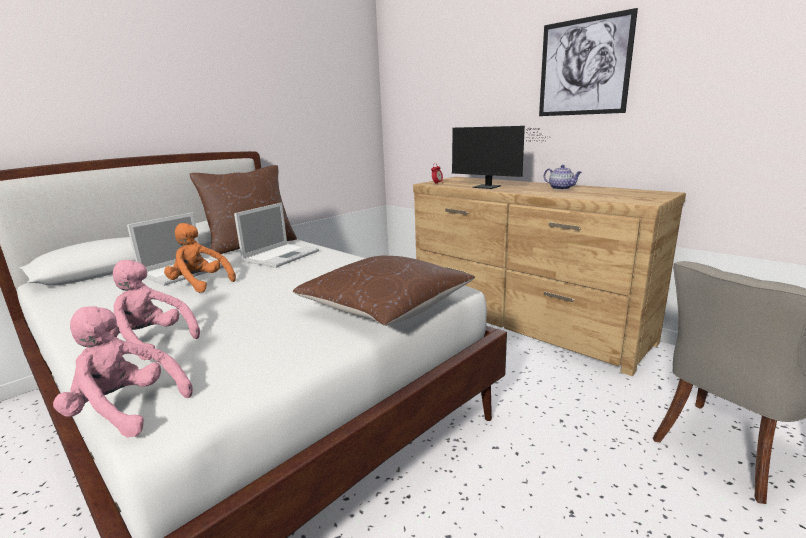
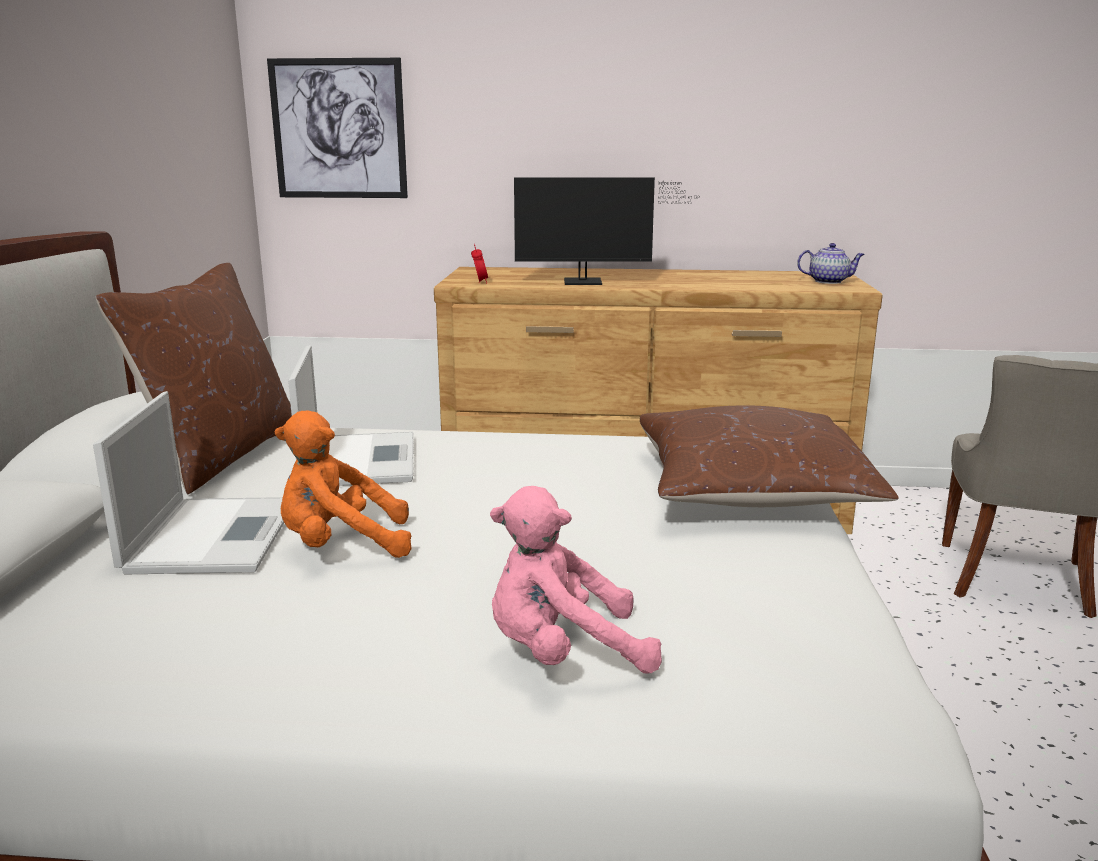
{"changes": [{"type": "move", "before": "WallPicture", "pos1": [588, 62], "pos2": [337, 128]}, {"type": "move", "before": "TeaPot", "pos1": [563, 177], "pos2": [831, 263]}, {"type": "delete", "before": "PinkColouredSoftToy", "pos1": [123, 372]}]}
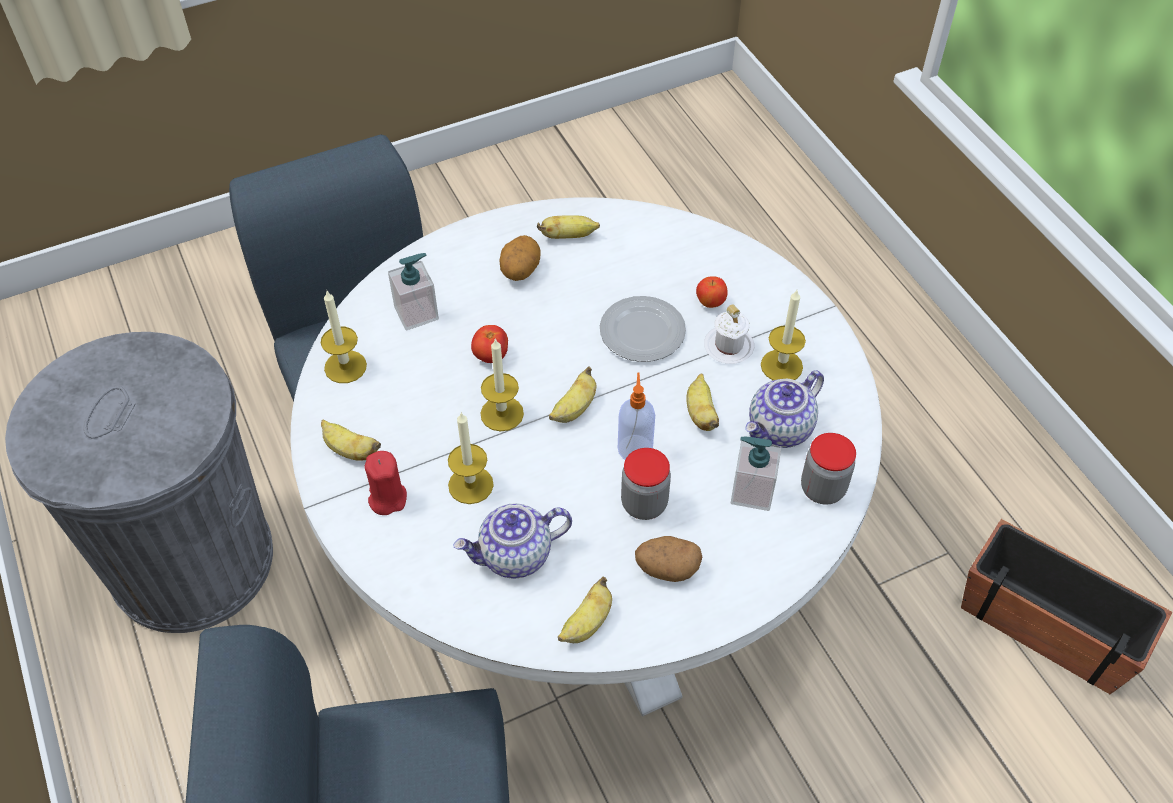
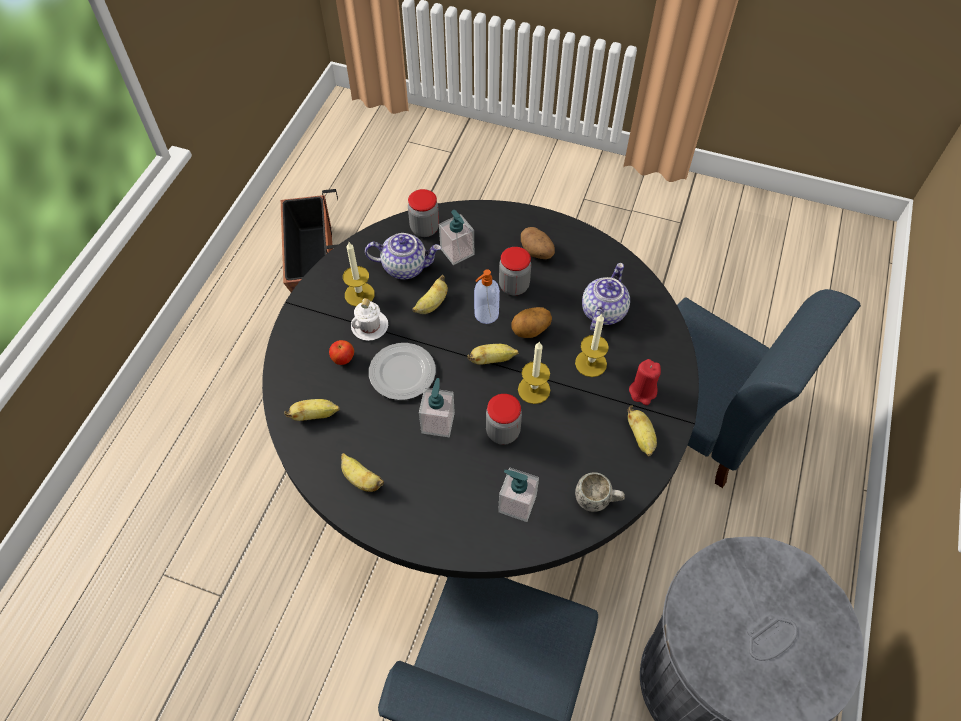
{"changes": [{"type": "recolor", "before": "WhiteColouredDiningTable", "after": "BlackColouredDiningTable", "pos1": [586, 457], "pos2": [480, 389]}, {"type": "move", "before": "Banana", "pos1": [585, 610], "pos2": [312, 410]}, {"type": "insert", "after": "SoapBottle", "pos2": [437, 407]}, {"type": "replace", "before": "Tomato", "after": "StorageJar", "pos1": [489, 344], "pos2": [504, 419]}, {"type": "move", "before": "WholePotato", "pos1": [520, 258], "pos2": [531, 322]}, {"type": "replace", "before": "Candle", "after": "WhiteColouredTeaMug", "pos1": [344, 337], "pos2": [600, 492]}, {"type": "rotate", "before": "TeaPot", "pos1": [512, 541], "pos2": [606, 297], "turn": -90}]}
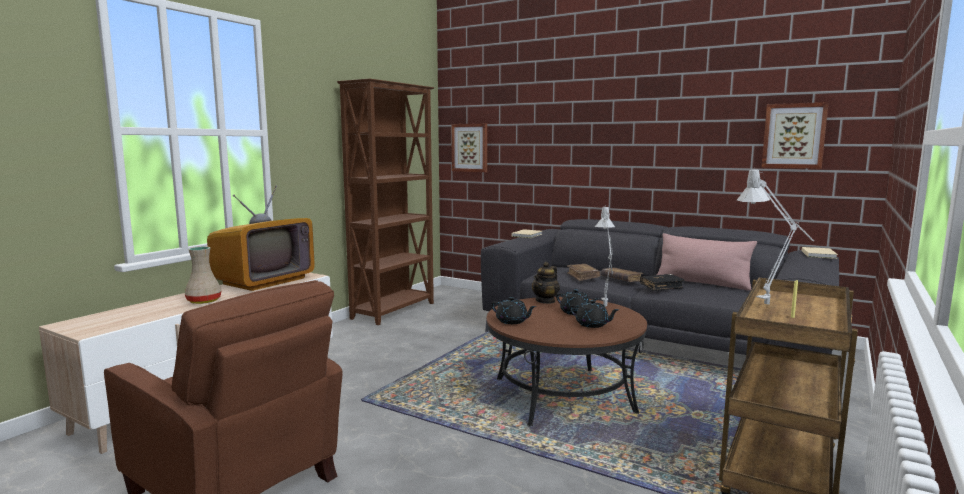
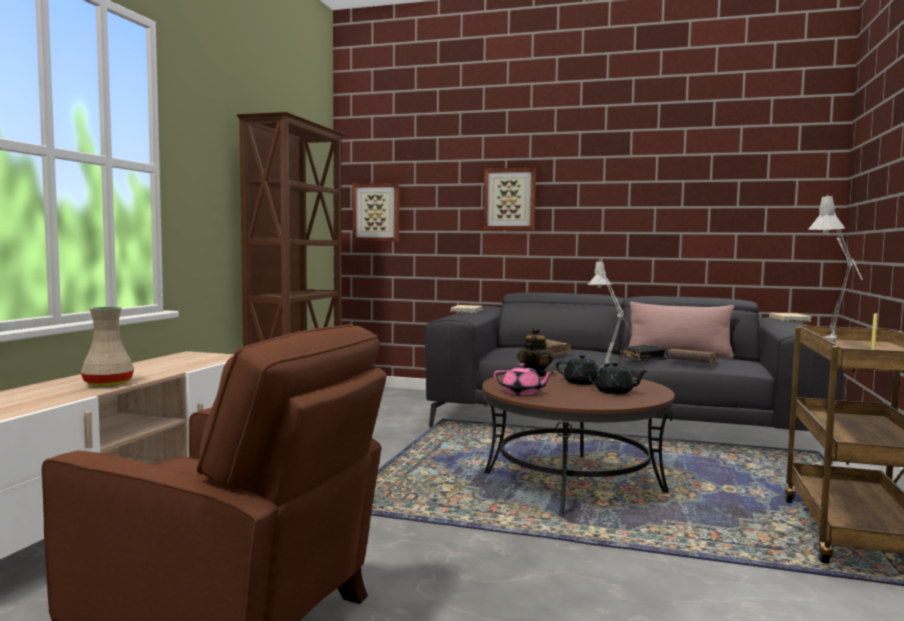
{"changes": [{"type": "move", "before": "WallPicture", "pos1": [795, 135], "pos2": [509, 199]}, {"type": "recolor", "before": "BlackColouredTeaPot", "after": "PinkColouredTeaPot", "pos1": [513, 310], "pos2": [523, 379]}, {"type": "move", "before": "BrownishBoundBook", "pos1": [622, 275], "pos2": [692, 356]}, {"type": "delete", "before": "Tv", "pos1": [261, 238]}]}
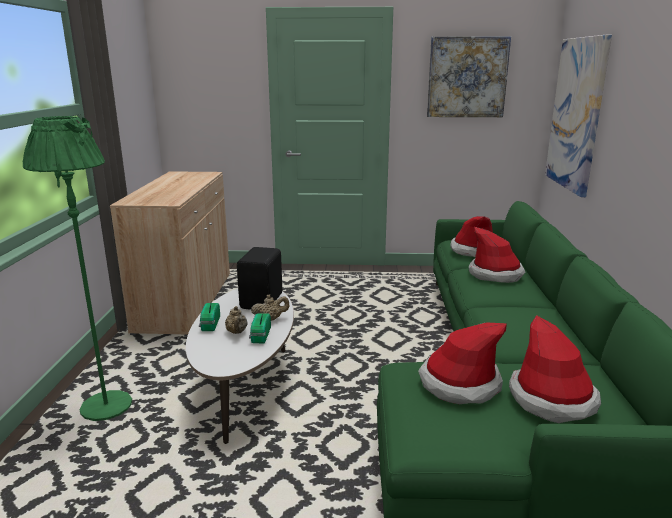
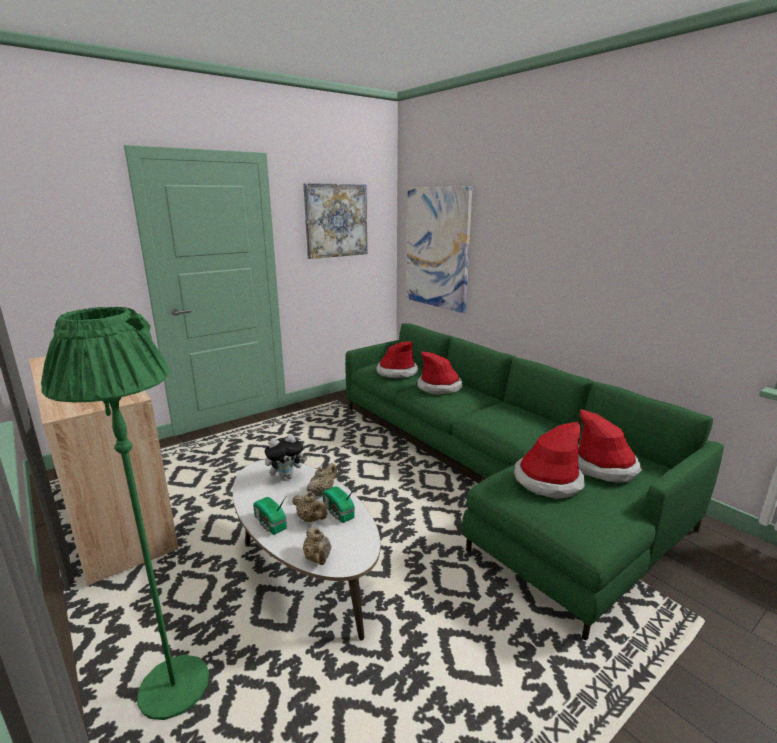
{"changes": [{"type": "replace", "before": "BlackColouredSpeaker", "after": "SoftToy", "pos1": [259, 278], "pos2": [286, 457]}, {"type": "insert", "after": "BeigeColouredTeaPot", "pos2": [317, 546]}]}
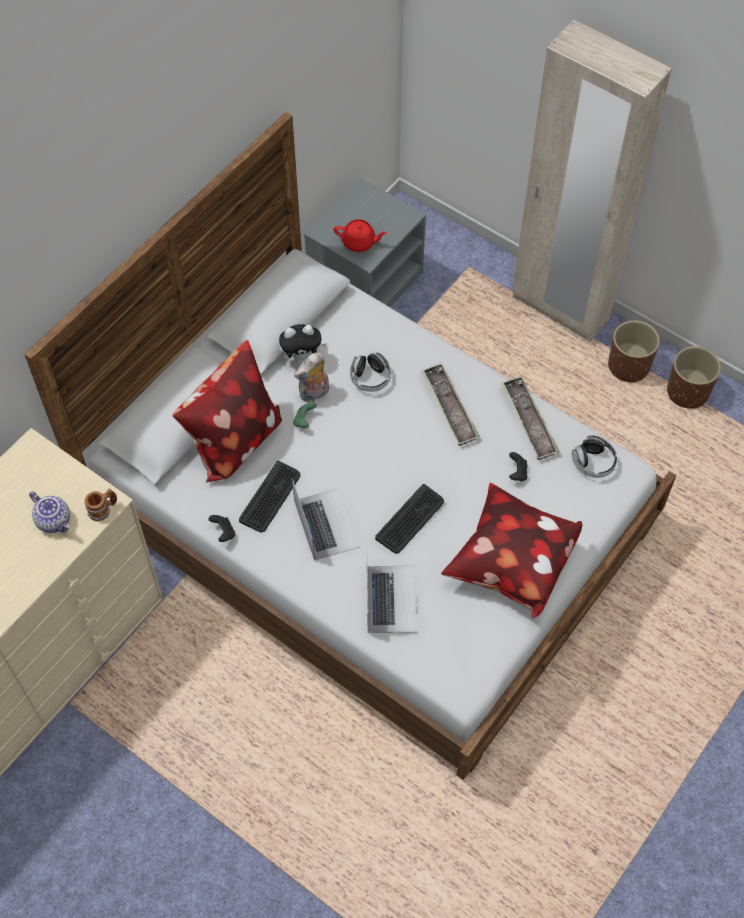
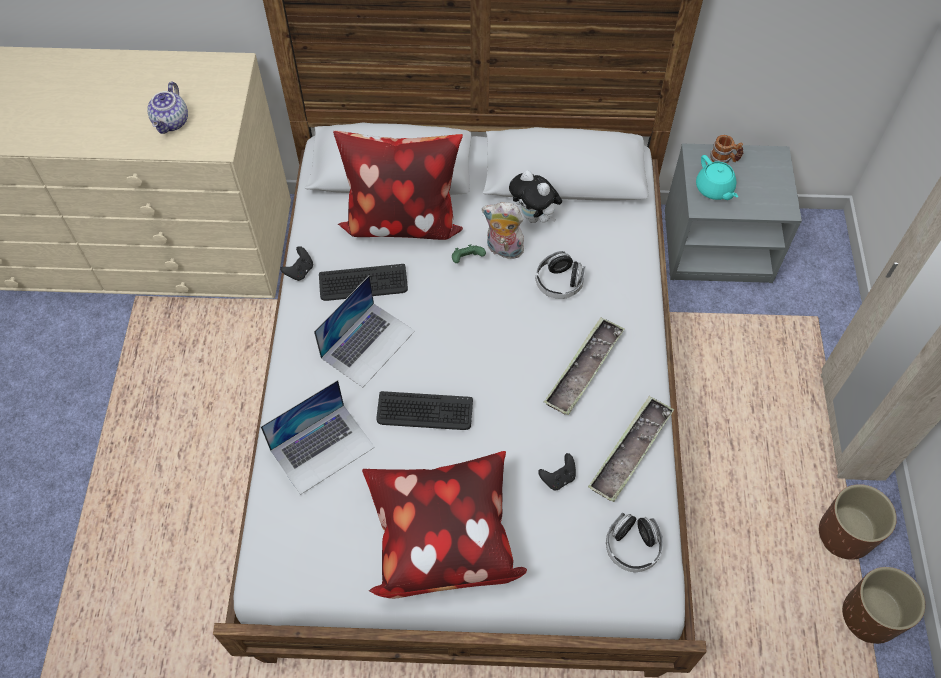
{"changes": [{"type": "recolor", "before": "RedColouredTeaPot", "after": "BlueGreenTeaPot", "pos1": [360, 235], "pos2": [717, 177]}, {"type": "move", "before": "TeaMug", "pos1": [101, 505], "pos2": [726, 149]}]}
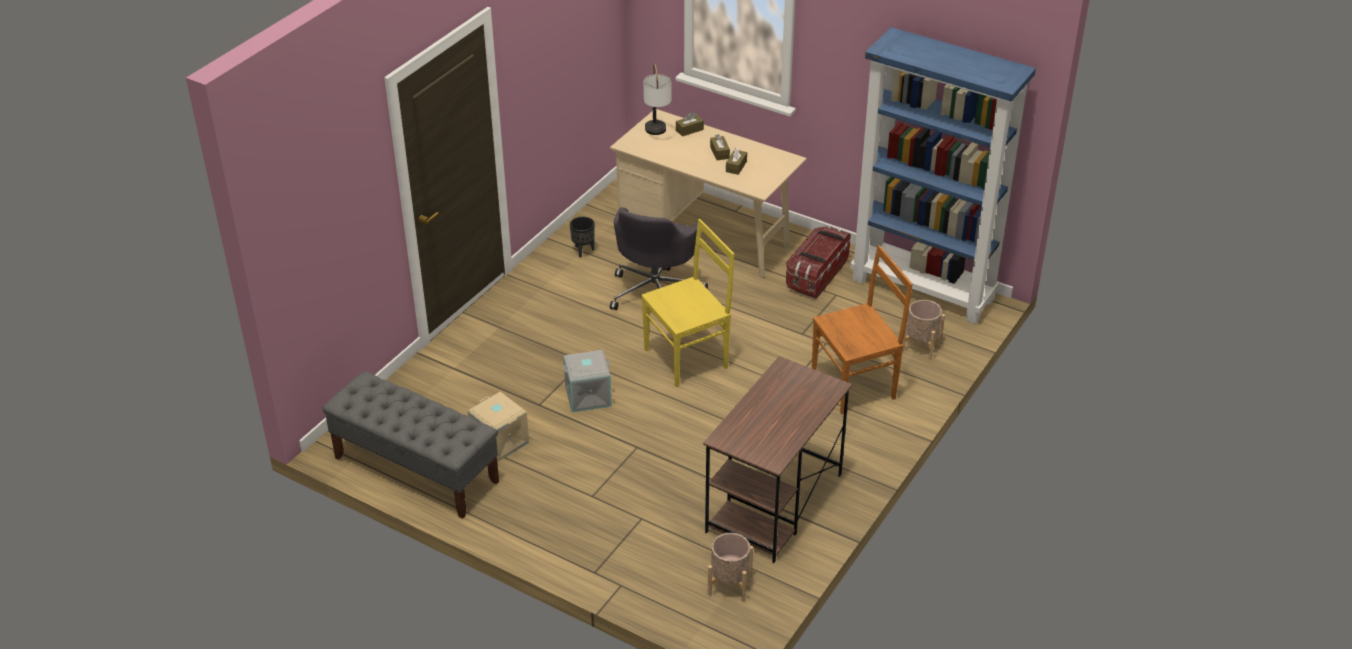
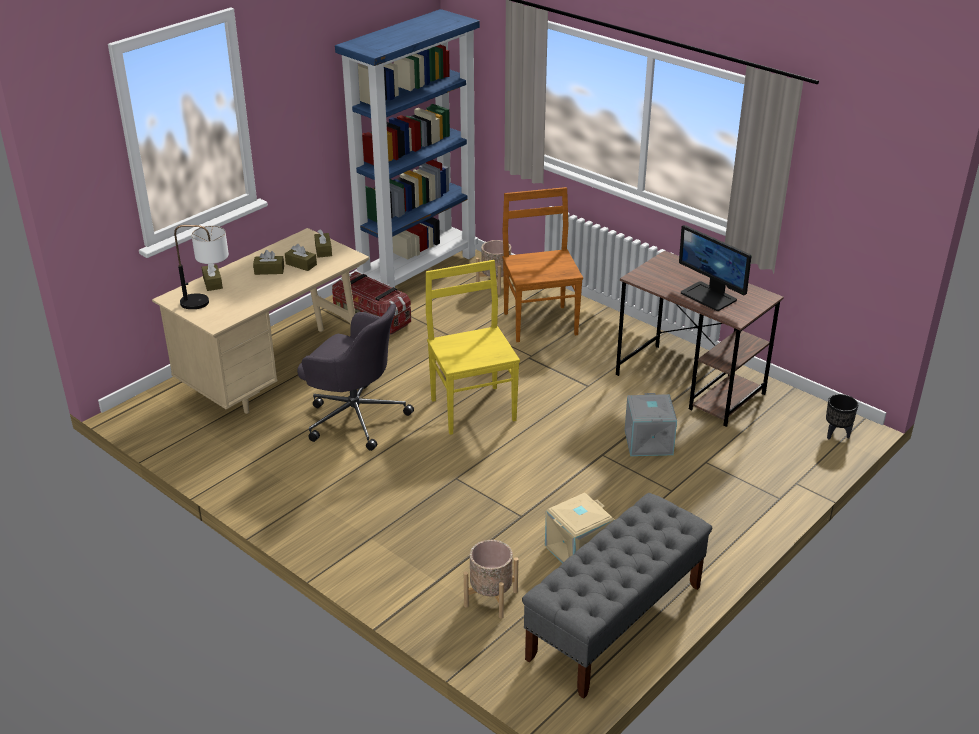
{"changes": [{"type": "insert", "after": "BrownishTissueBox", "pos2": [323, 243]}, {"type": "move", "before": "BeigeColouredFlowerPot", "pos1": [730, 567], "pos2": [491, 579]}, {"type": "move", "before": "GrayStorageBox", "pos1": [587, 381], "pos2": [651, 424]}, {"type": "insert", "after": "Monitor", "pos2": [715, 268]}, {"type": "move", "before": "BlackColouredFlowerPot", "pos1": [582, 237], "pos2": [842, 416]}]}
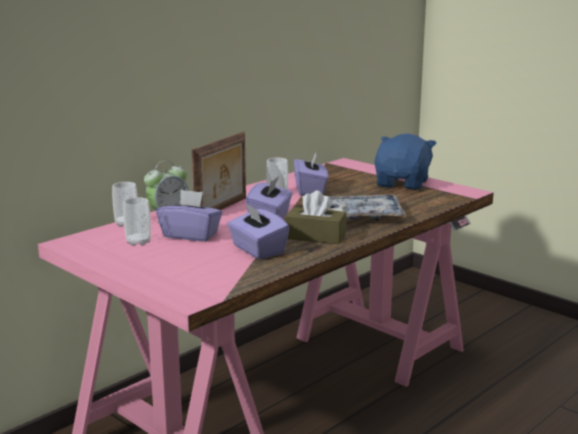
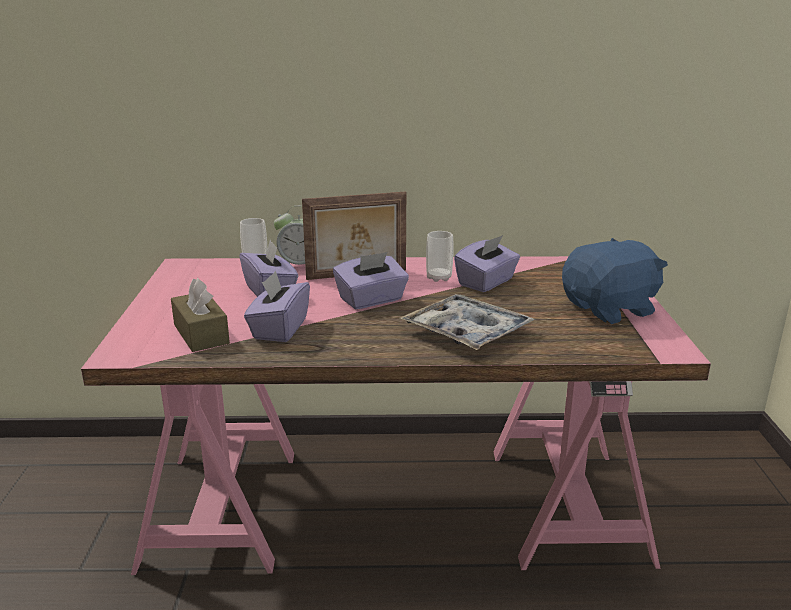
{"changes": [{"type": "move", "before": "BrownishTissueBox", "pos1": [315, 217], "pos2": [200, 315]}, {"type": "delete", "before": "DrinkingCup", "pos1": [137, 221]}]}
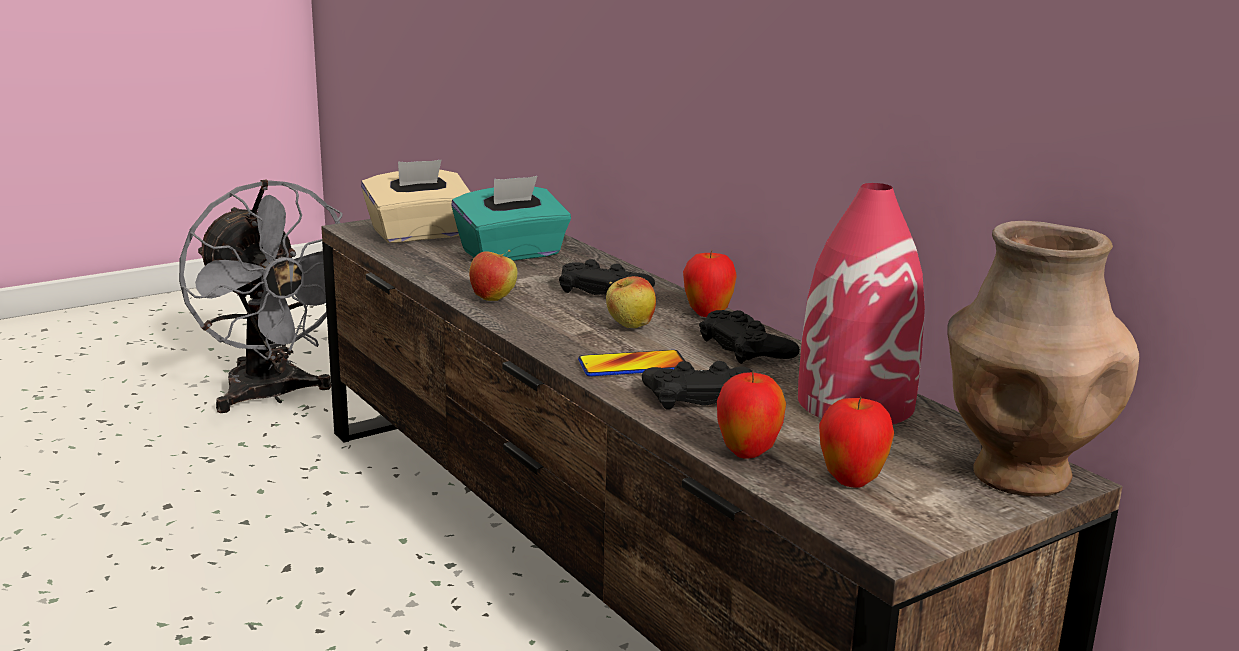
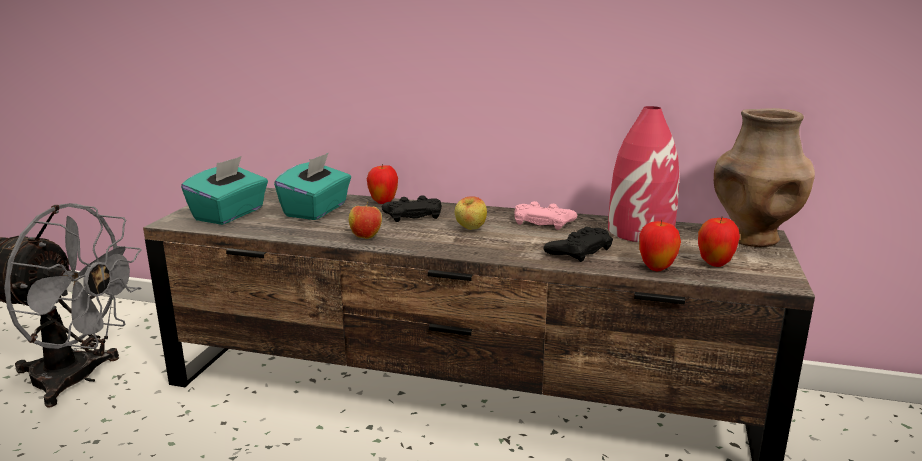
{"changes": [{"type": "recolor", "before": "BeigeColouredTissueBox", "after": "BlueGreenTissueBox", "pos1": [415, 201], "pos2": [224, 190]}, {"type": "move", "before": "Apple", "pos1": [710, 283], "pos2": [382, 184]}, {"type": "recolor", "before": "BlackColouredGamepad", "after": "PinkColouredGamepad", "pos1": [749, 337], "pos2": [545, 215]}, {"type": "delete", "before": "Phone", "pos1": [631, 363]}]}
